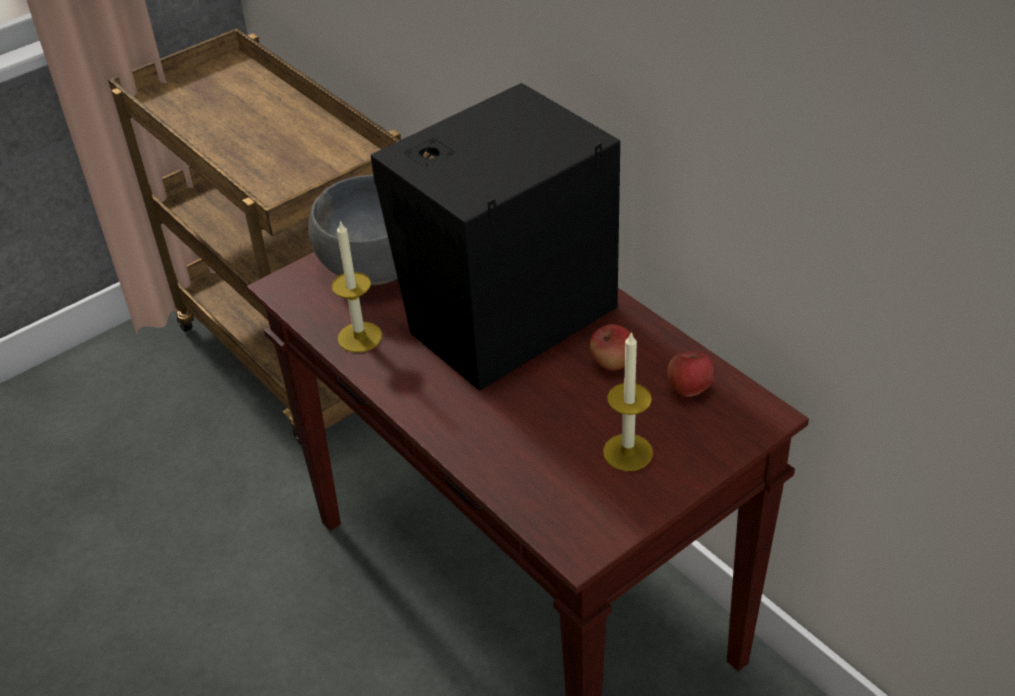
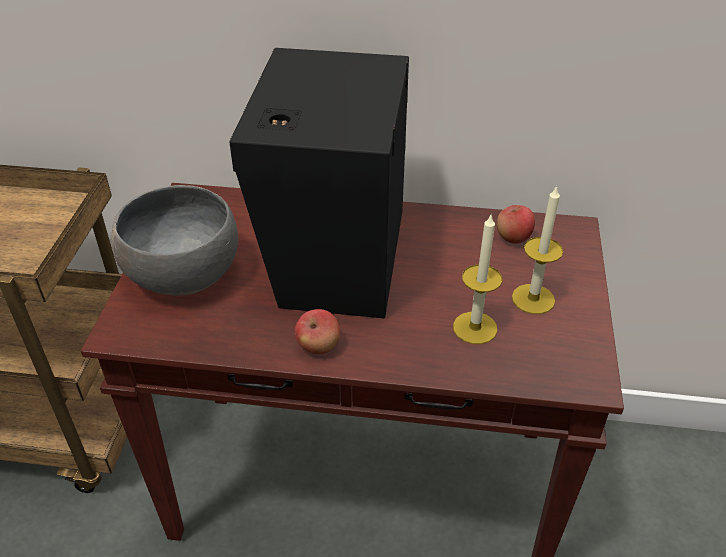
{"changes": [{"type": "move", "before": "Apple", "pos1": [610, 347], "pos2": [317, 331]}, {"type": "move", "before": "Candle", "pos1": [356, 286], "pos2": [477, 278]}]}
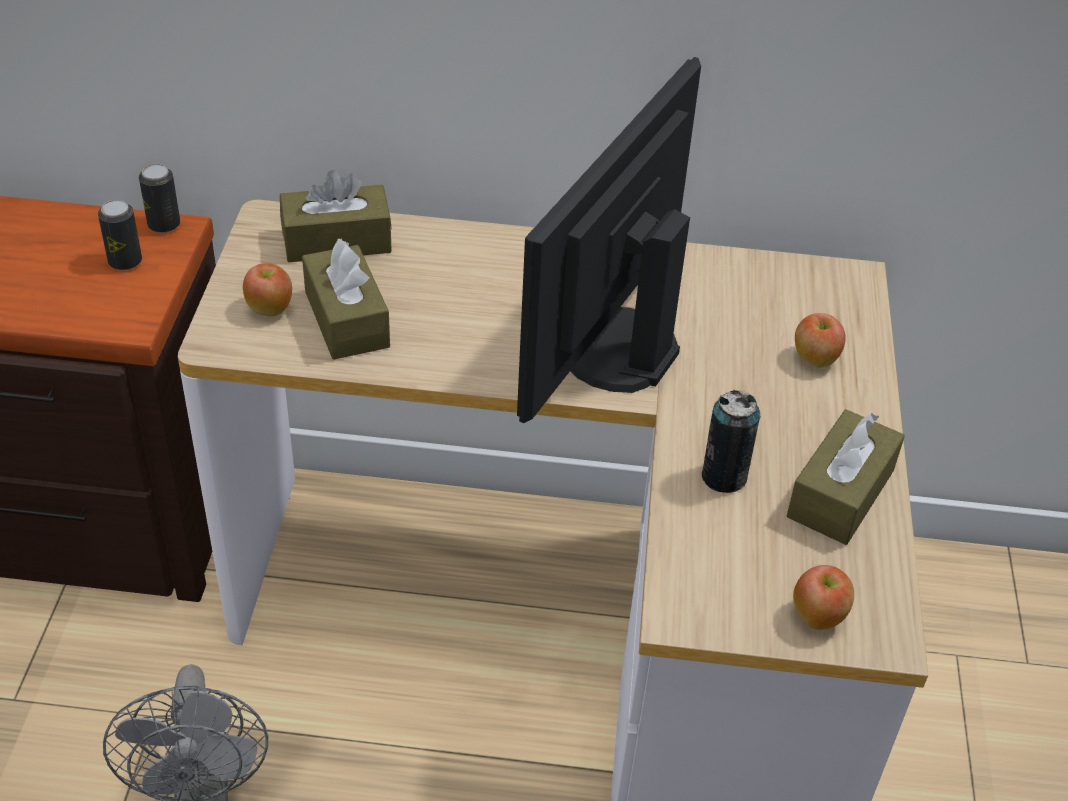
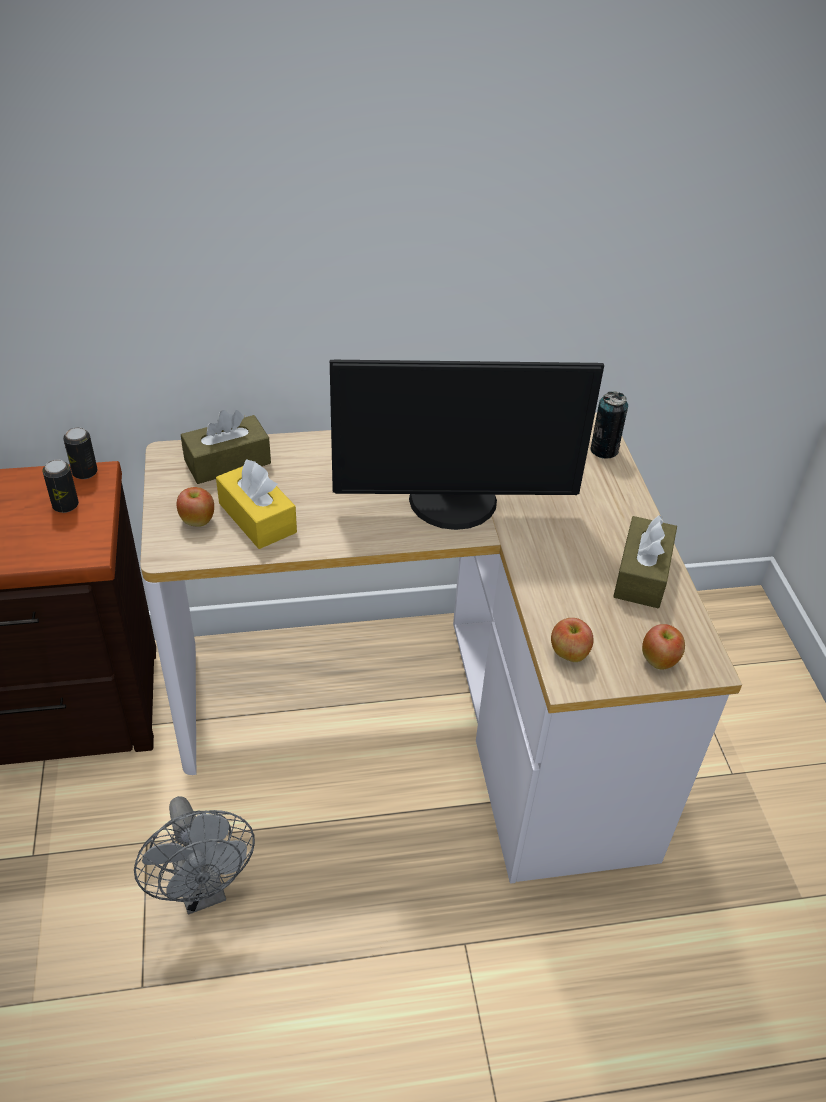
{"changes": [{"type": "recolor", "before": "BrownishTissueBox", "after": "YellowishTissueBox", "pos1": [346, 299], "pos2": [256, 504]}, {"type": "rotate", "before": "Monitor", "pos1": [609, 240], "pos2": [467, 445], "turn": -105}, {"type": "move", "before": "Apple", "pos1": [820, 340], "pos2": [572, 640]}, {"type": "move", "before": "Can", "pos1": [731, 441], "pos2": [609, 425]}]}
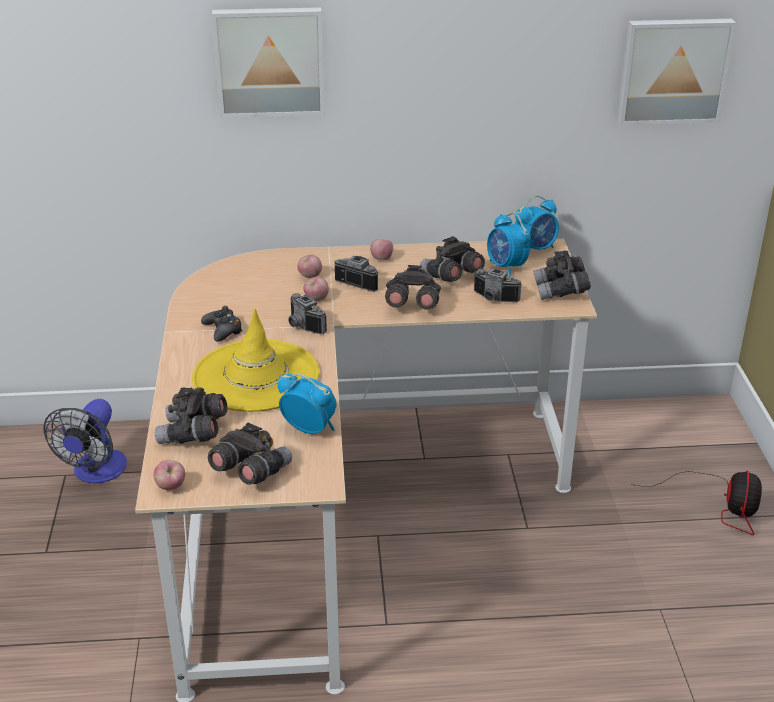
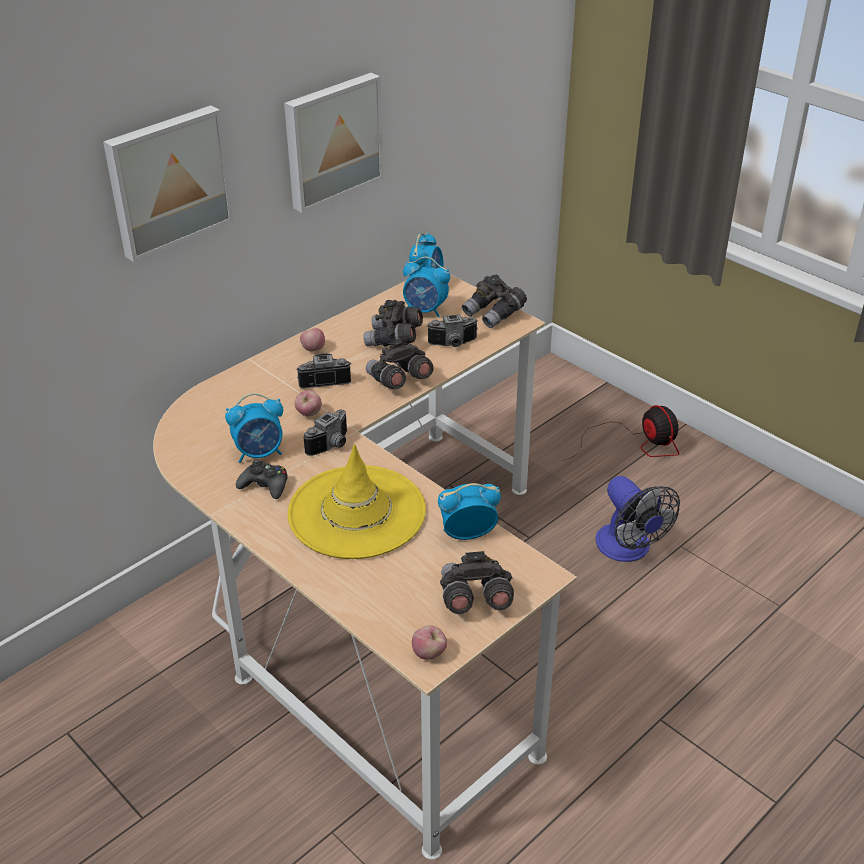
{"changes": [{"type": "insert", "after": "TableClock", "pos2": [254, 428]}, {"type": "move", "before": "WallPicture", "pos1": [676, 72], "pos2": [334, 143]}, {"type": "rotate", "before": "PhotoCamera", "pos1": [308, 313], "pos2": [325, 433], "turn": -60}, {"type": "move", "before": "Fan", "pos1": [85, 441], "pos2": [638, 519]}, {"type": "delete", "before": "GrayPairOfBinoculars", "pos1": [191, 415]}, {"type": "delete", "before": "Apple", "pos1": [309, 266]}]}
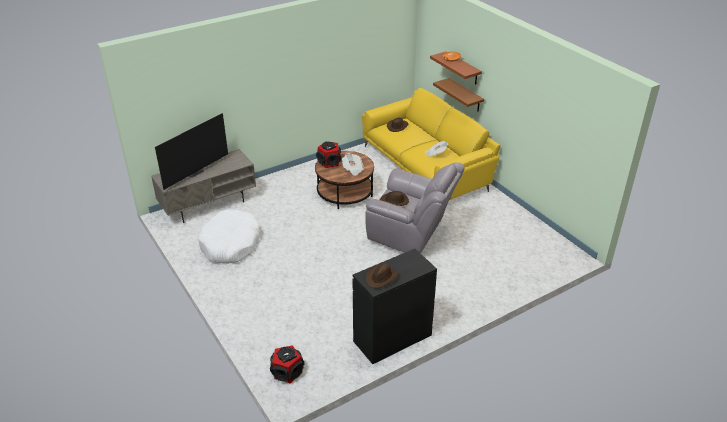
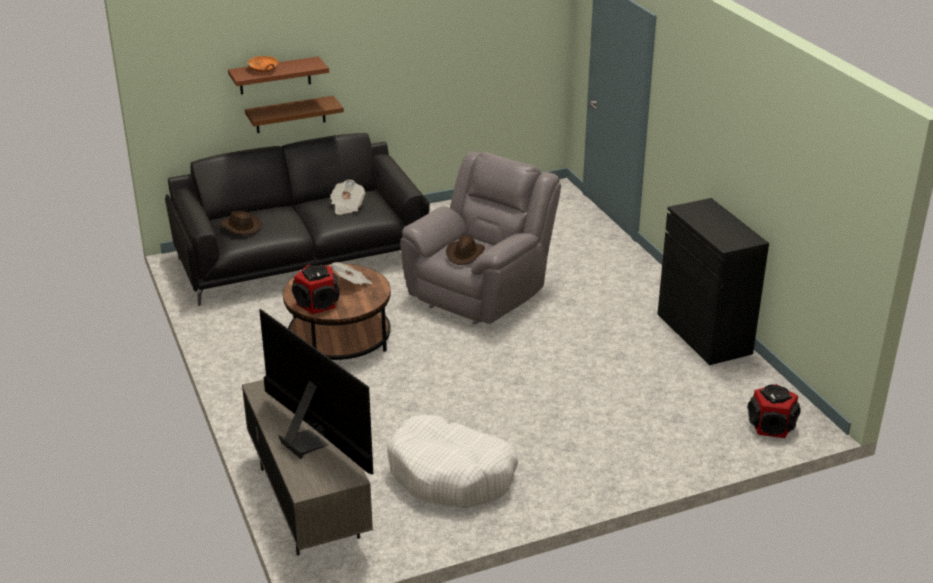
{"changes": [{"type": "recolor", "before": "YellowishSettee", "after": "BlackColouredSettee", "pos1": [431, 144], "pos2": [297, 219]}, {"type": "delete", "before": "BrownishHat", "pos1": [381, 275]}]}
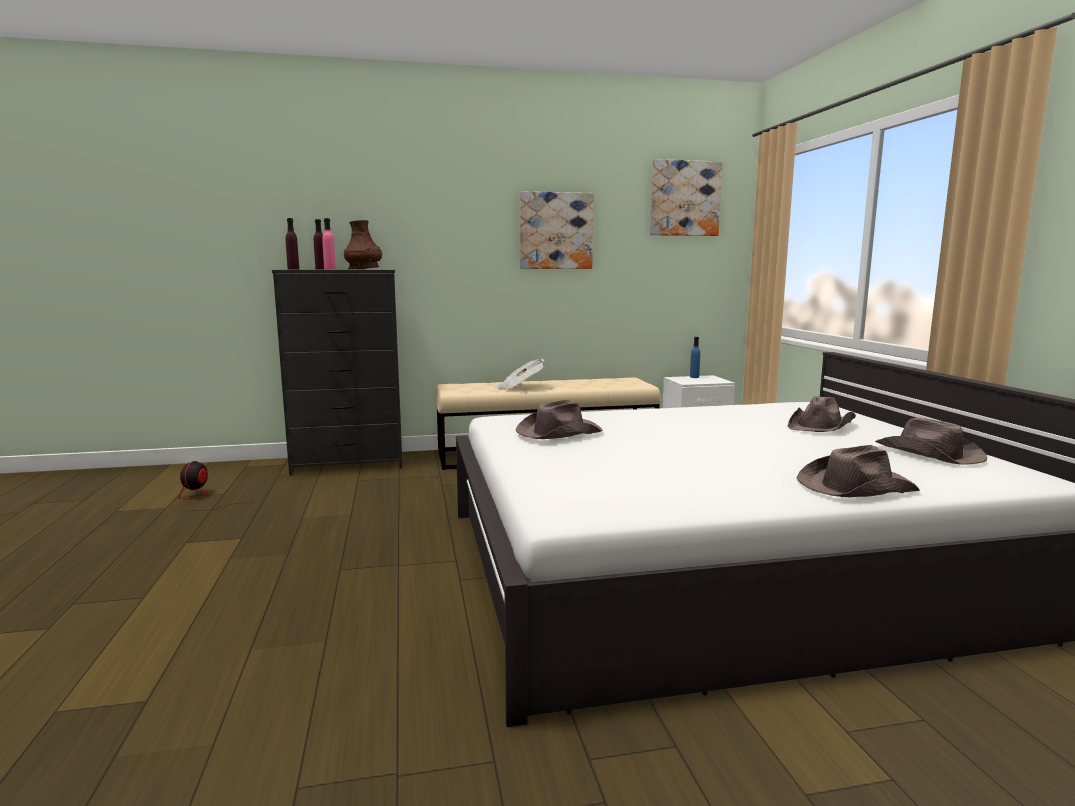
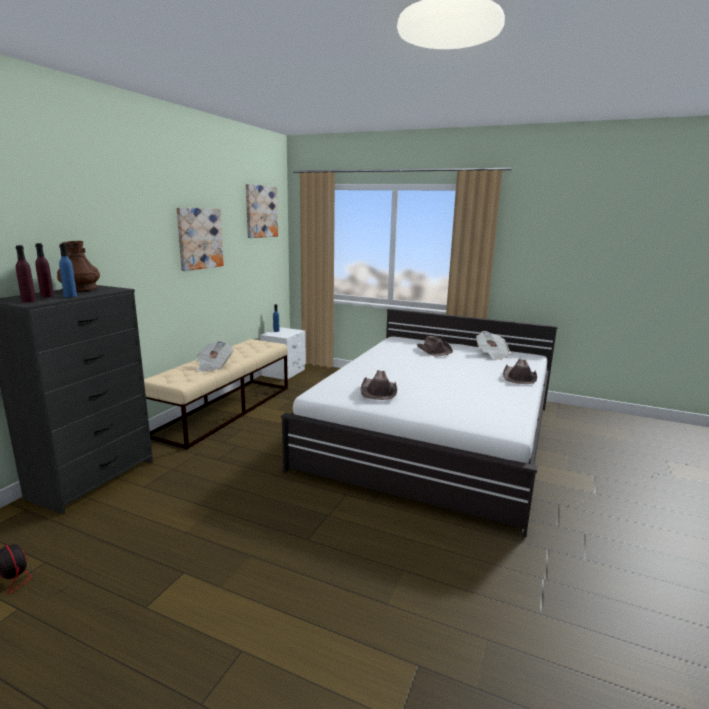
{"changes": [{"type": "recolor", "before": "PinkColouredBottle", "after": "BlueBottle", "pos1": [329, 244], "pos2": [68, 270]}, {"type": "replace", "before": "BrownishHat", "after": "Newspaper", "pos1": [931, 441], "pos2": [493, 345]}]}
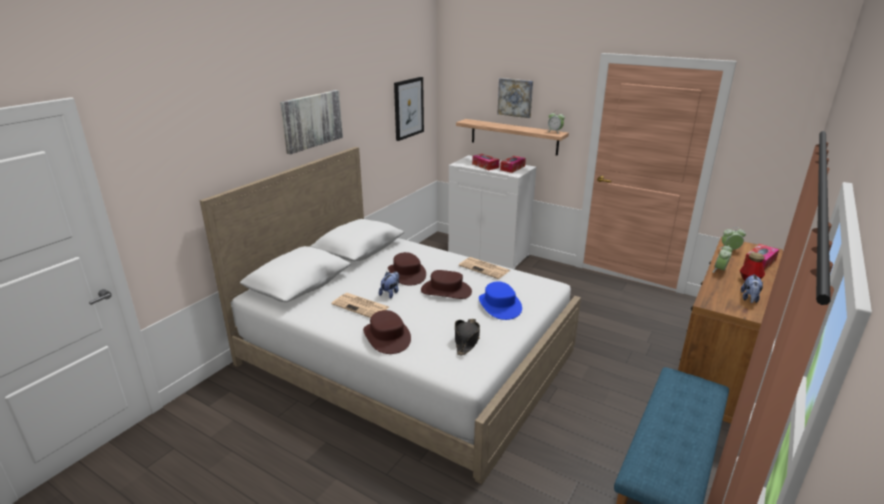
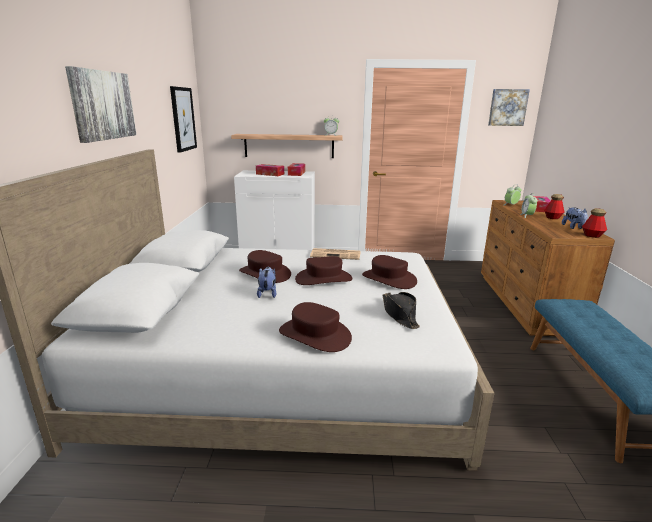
{"changes": [{"type": "recolor", "before": "BlueHat", "after": "BrownishHat", "pos1": [500, 301], "pos2": [389, 272]}, {"type": "move", "before": "WallPicture", "pos1": [515, 98], "pos2": [509, 107]}, {"type": "insert", "after": "Bottle", "pos2": [594, 223]}, {"type": "delete", "before": "Newspaper", "pos1": [360, 305]}]}
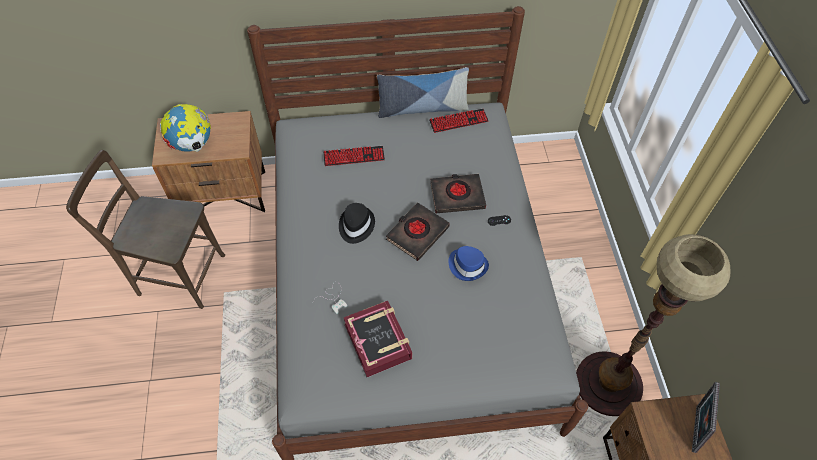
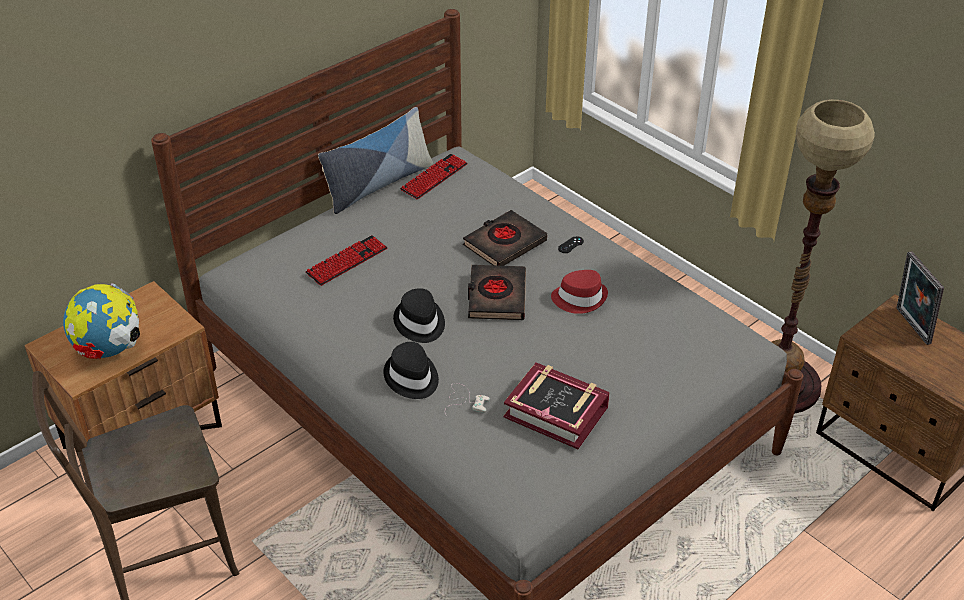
{"changes": [{"type": "insert", "after": "BlackColouredHat", "pos2": [411, 370]}, {"type": "recolor", "before": "BlueHat", "after": "RedColouredHat", "pos1": [468, 263], "pos2": [579, 292]}]}
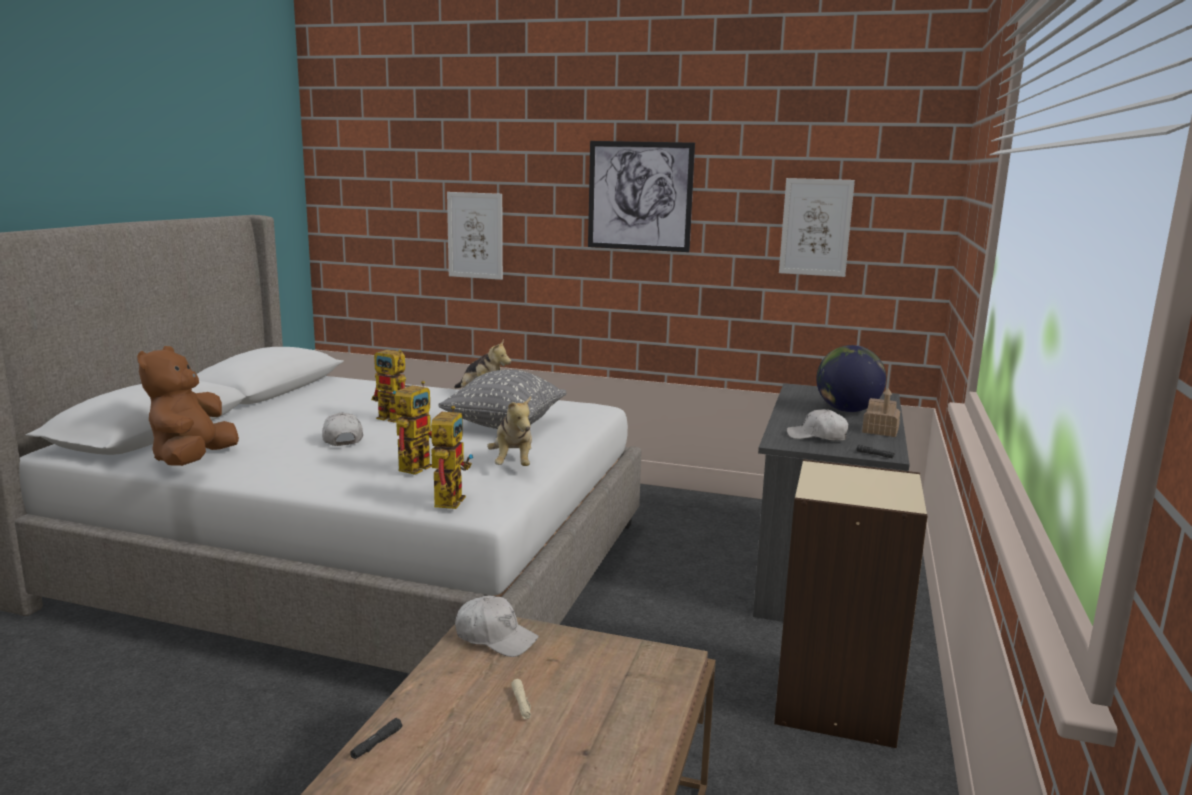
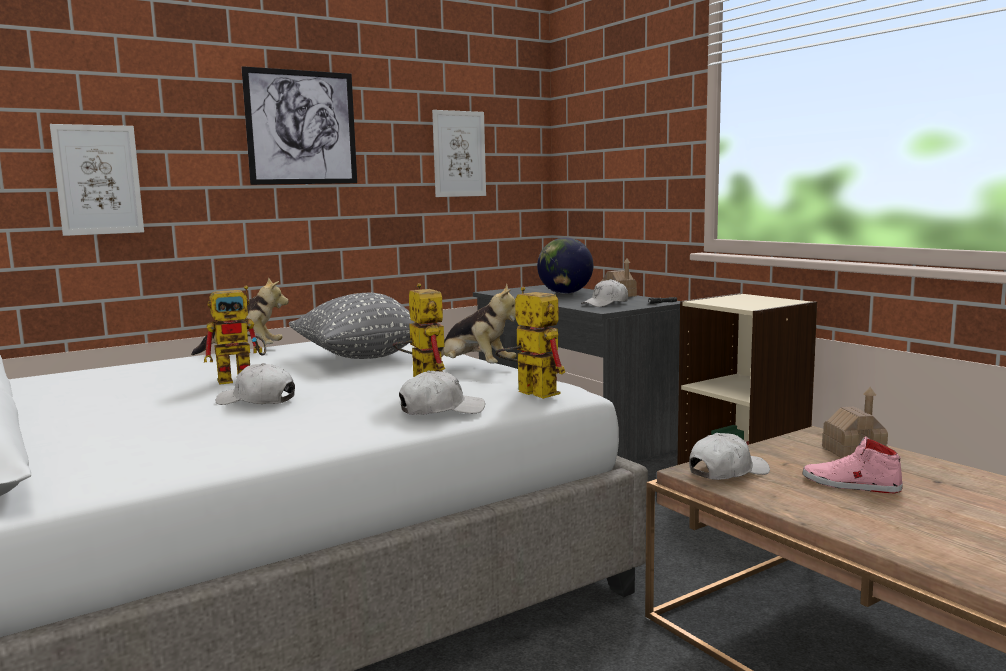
{"changes": [{"type": "insert", "after": "WhiteColouredCap", "pos2": [442, 392]}, {"type": "replace", "before": "BeigeColouredFlashlight", "after": "PinkColouredLowShoe", "pos1": [521, 699], "pos2": [853, 464]}, {"type": "insert", "after": "ModelHouse", "pos2": [855, 422]}, {"type": "delete", "before": "BrownishSoftToy", "pos1": [188, 406]}, {"type": "delete", "before": "BlackColouredFlashlight", "pos1": [376, 738]}]}
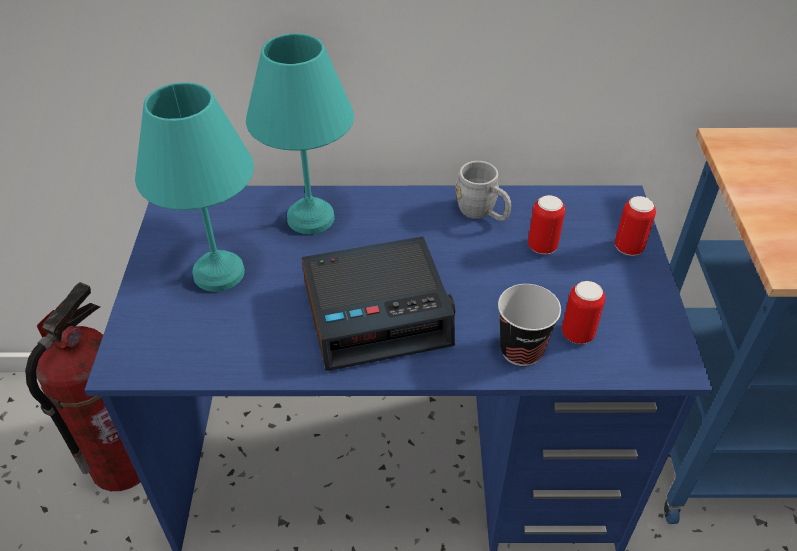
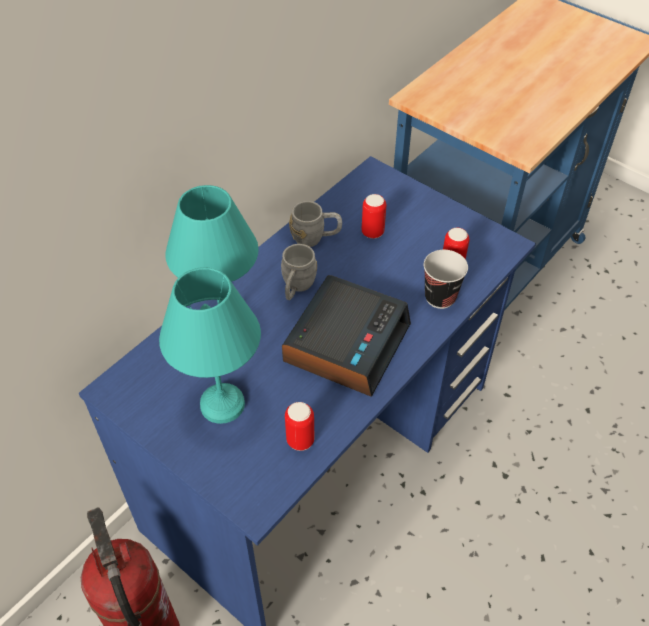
{"changes": [{"type": "insert", "after": "GrayTeaMug", "pos2": [299, 272]}, {"type": "move", "before": "Can", "pos1": [635, 226], "pos2": [299, 426]}]}
